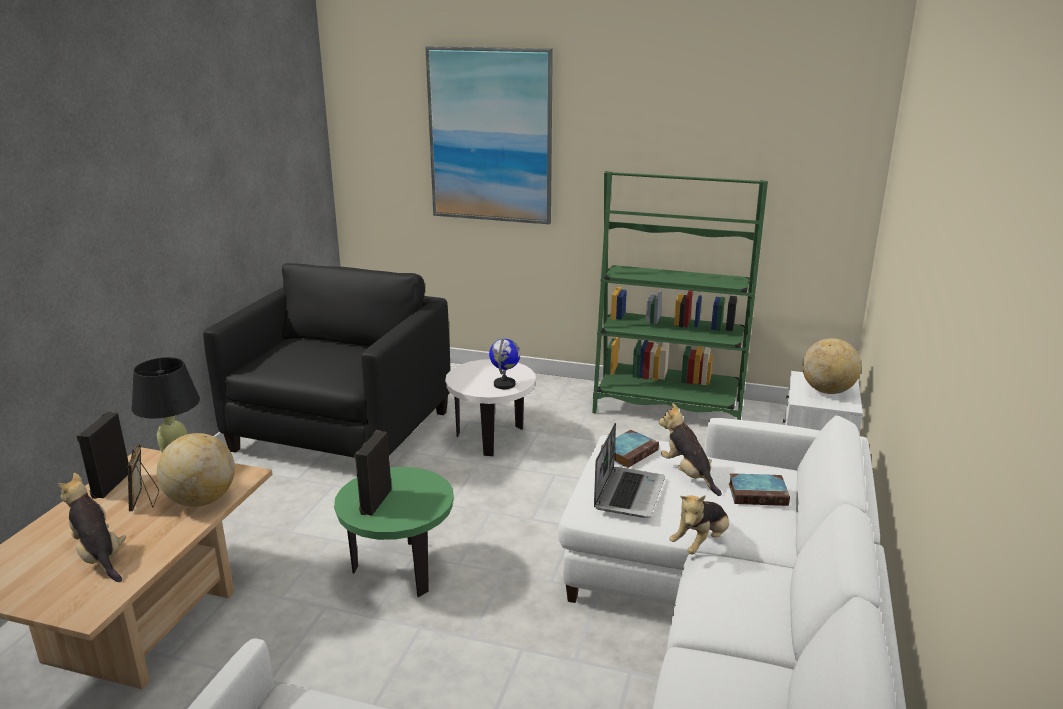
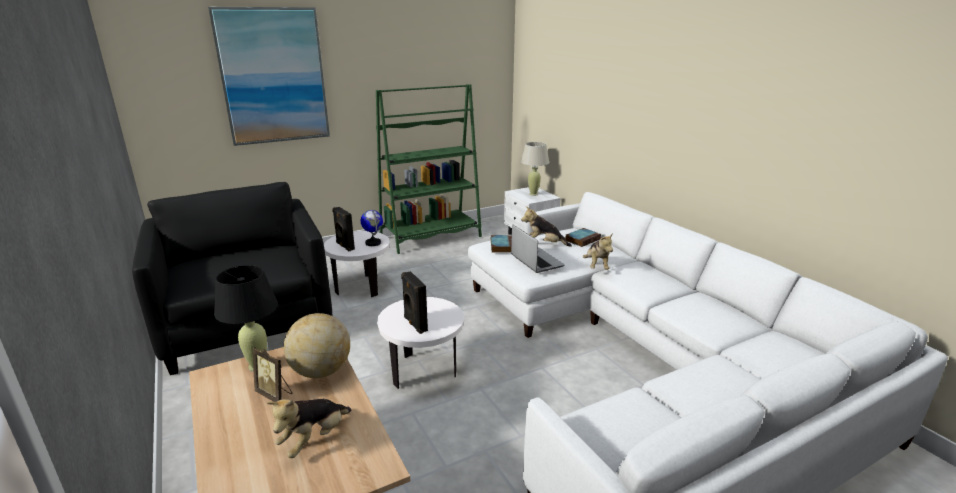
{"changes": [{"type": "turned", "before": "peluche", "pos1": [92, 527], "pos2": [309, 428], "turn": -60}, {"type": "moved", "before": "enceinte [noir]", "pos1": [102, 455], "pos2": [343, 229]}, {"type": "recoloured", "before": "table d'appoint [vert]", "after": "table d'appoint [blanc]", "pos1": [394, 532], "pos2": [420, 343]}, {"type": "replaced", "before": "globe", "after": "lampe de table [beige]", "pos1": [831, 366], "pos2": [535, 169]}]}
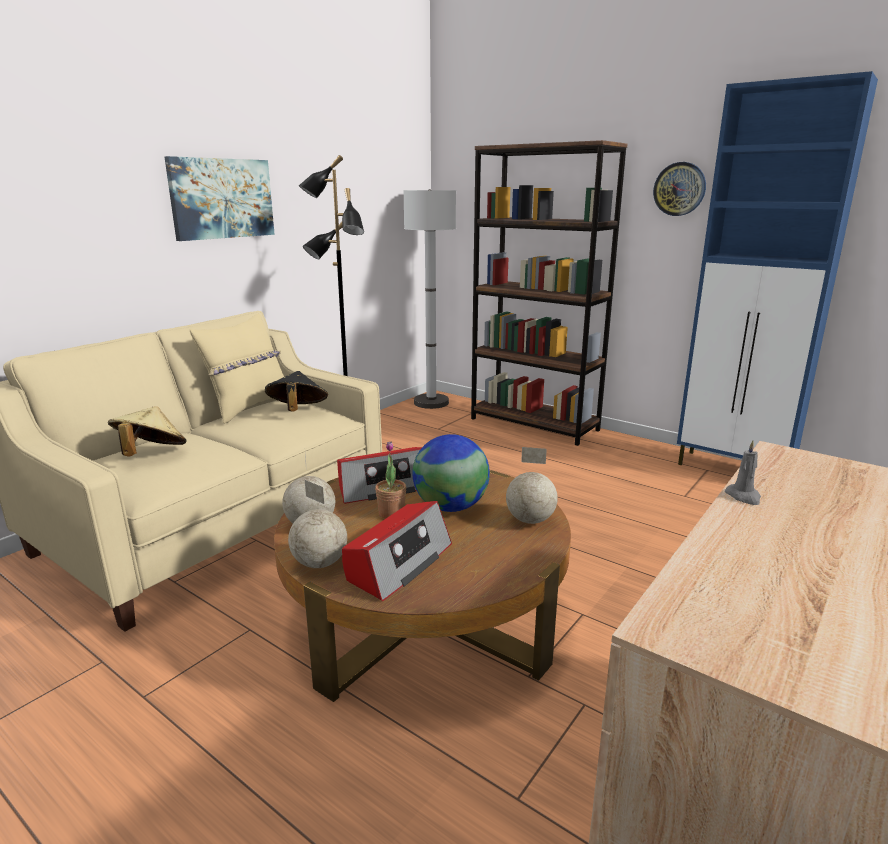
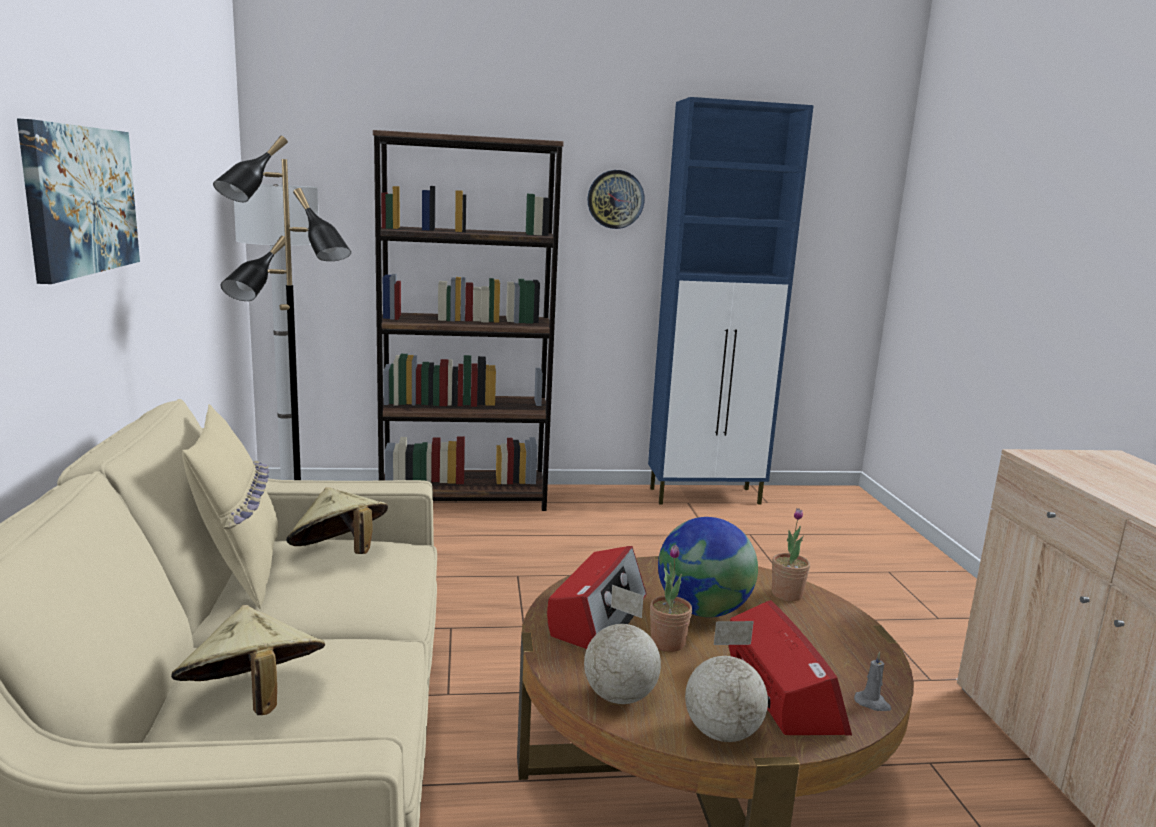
{"changes": [{"type": "recoloured", "before": "chapeau [noir]", "after": "chapeau [beige]", "pos1": [296, 391], "pos2": [337, 520]}, {"type": "replaced", "before": "globe", "after": "plante en pot", "pos1": [532, 485], "pos2": [791, 554]}, {"type": "moved", "before": "bougie [gris]", "pos1": [743, 472], "pos2": [872, 681]}]}
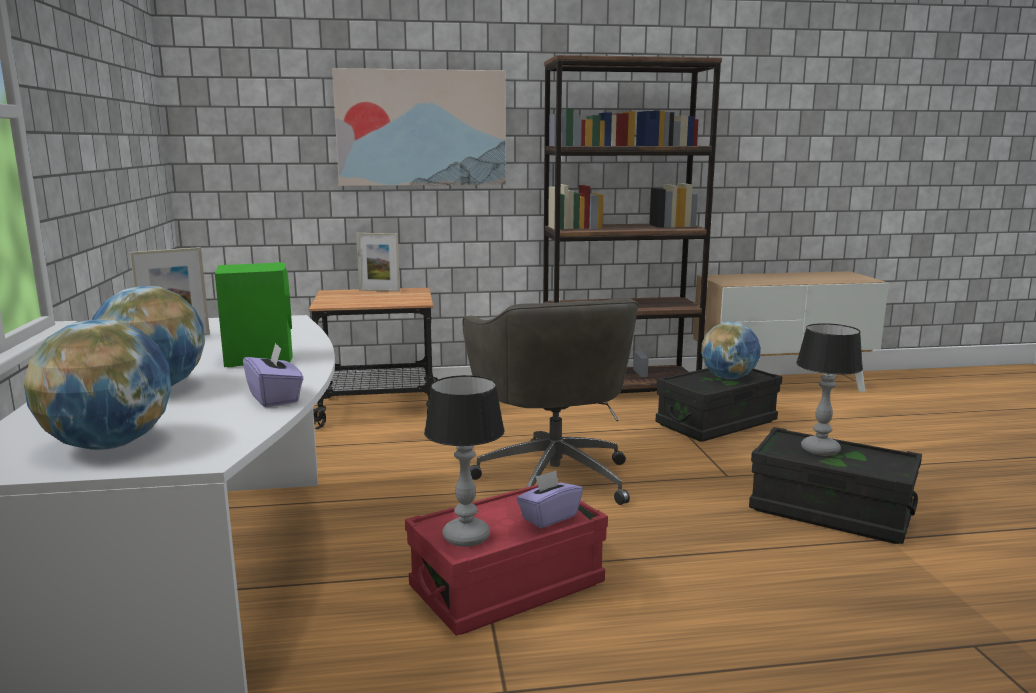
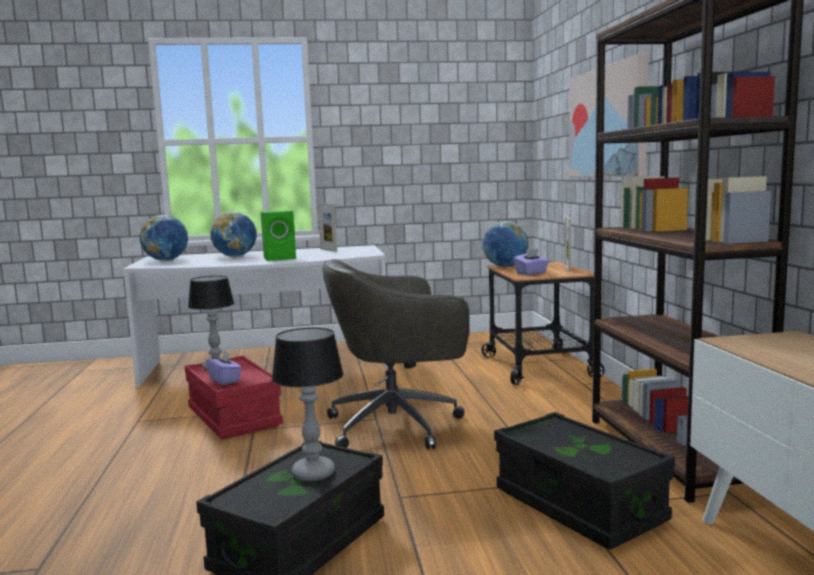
{"changes": [{"type": "moved", "before": "boîte à mouchoirs [violet]", "pos1": [273, 374], "pos2": [531, 262]}, {"type": "moved", "before": "globe", "pos1": [731, 350], "pos2": [505, 244]}]}
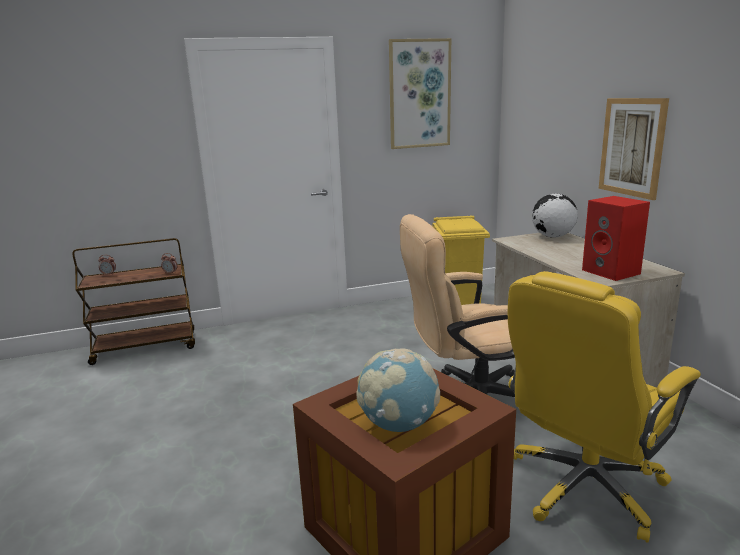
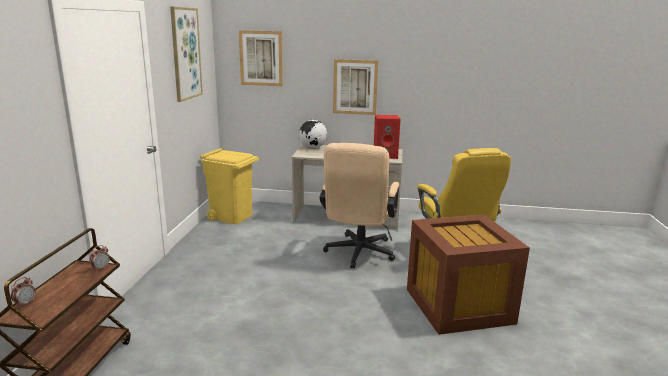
{"changes": [{"type": "removed", "before": "globe", "pos1": [398, 390]}, {"type": "added", "after": "tableau", "pos2": [261, 58]}]}
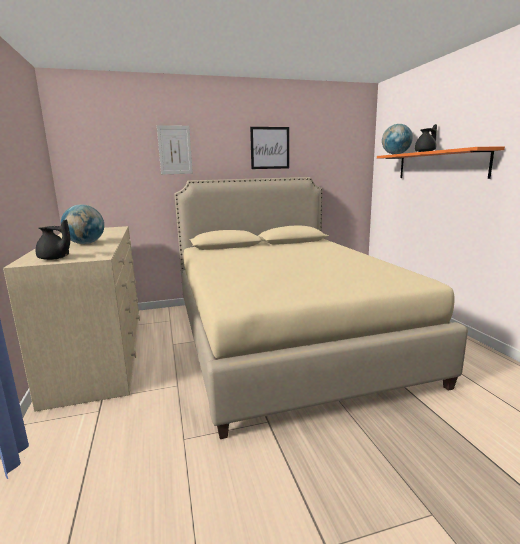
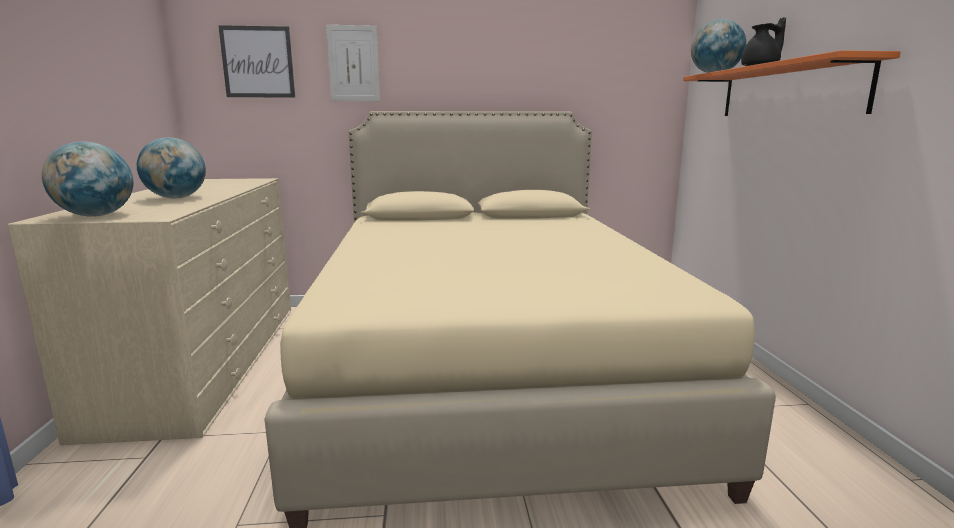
{"changes": [{"type": "replaced", "before": "théière [noir]", "after": "globe", "pos1": [52, 239], "pos2": [88, 179]}, {"type": "moved", "before": "tableau", "pos1": [269, 148], "pos2": [256, 61]}]}
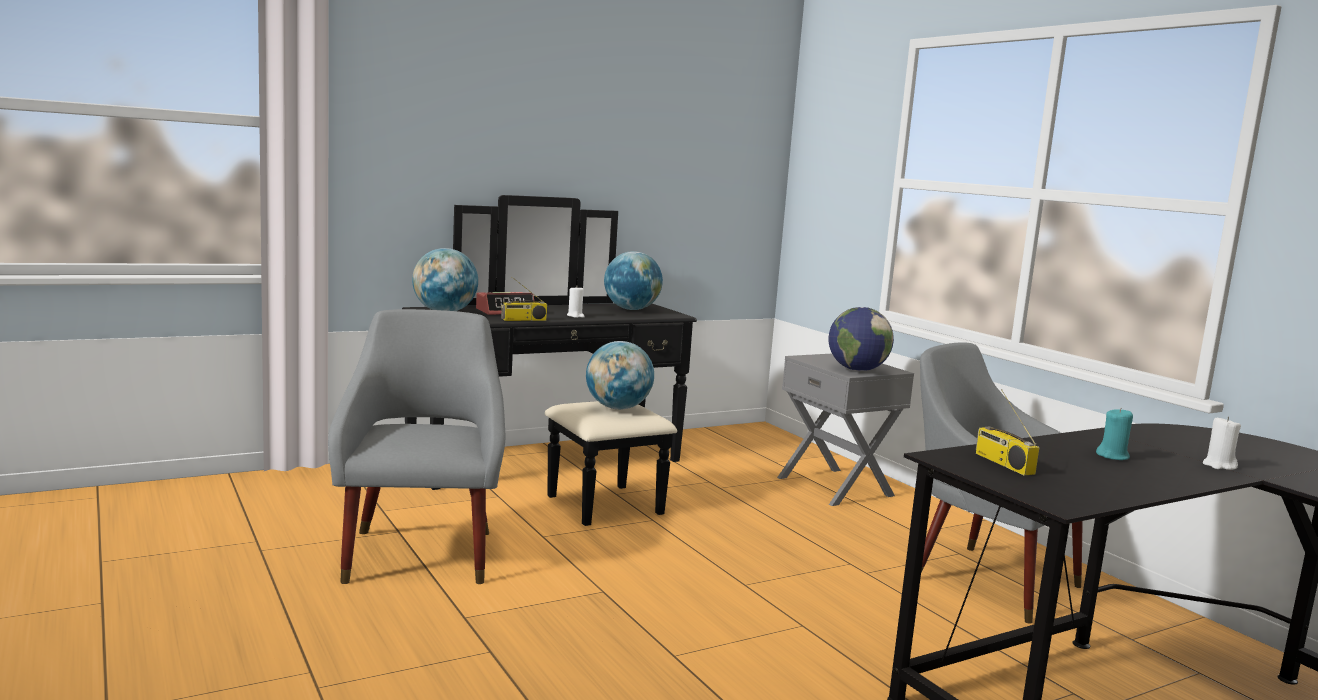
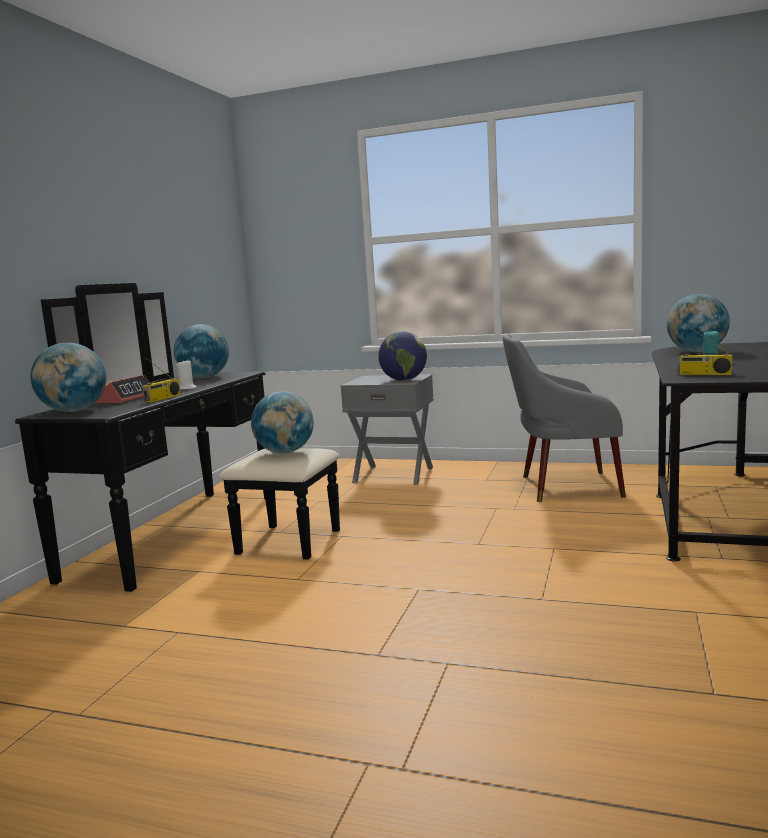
{"changes": [{"type": "removed", "before": "fauteuil [gris]", "pos1": [416, 446]}, {"type": "removed", "before": "bougie [blanc]", "pos1": [1222, 443]}, {"type": "added", "after": "globe", "pos2": [698, 323]}]}
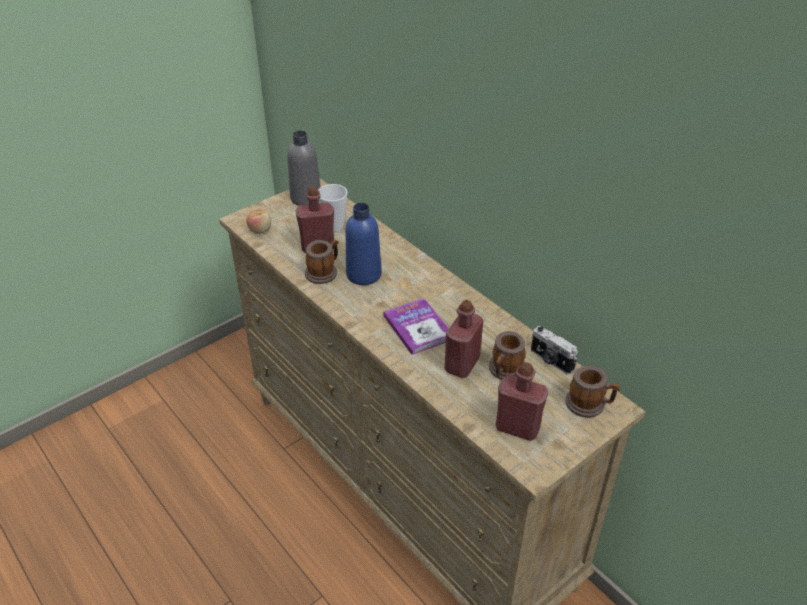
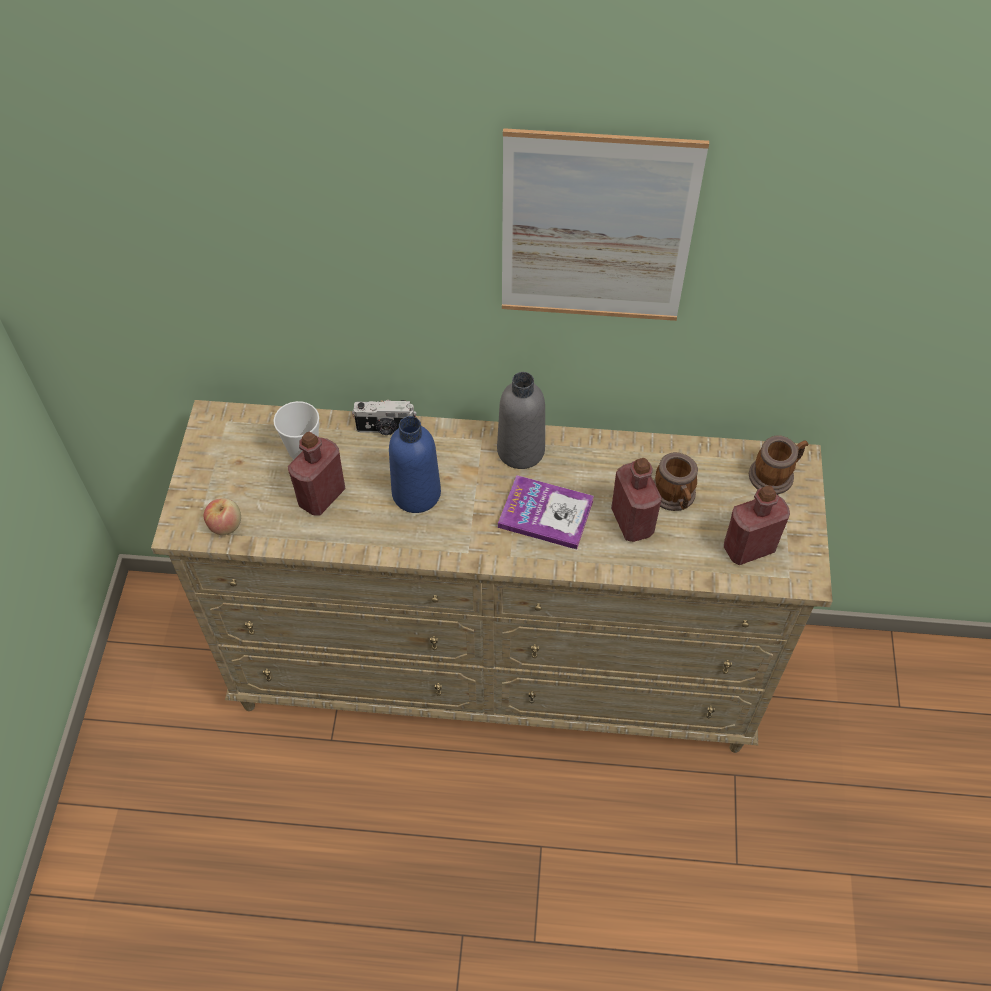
{"changes": [{"type": "moved", "before": "bouteille [gris]", "pos1": [304, 168], "pos2": [521, 420]}, {"type": "removed", "before": "mug", "pos1": [322, 262]}, {"type": "moved", "before": "appareil photo", "pos1": [554, 350], "pos2": [384, 417]}, {"type": "added", "after": "tableau", "pos2": [605, 224]}]}
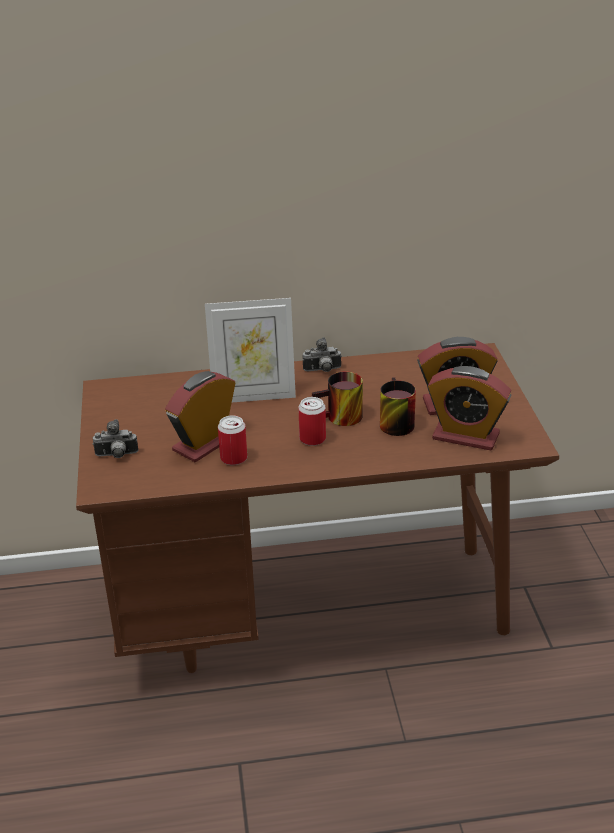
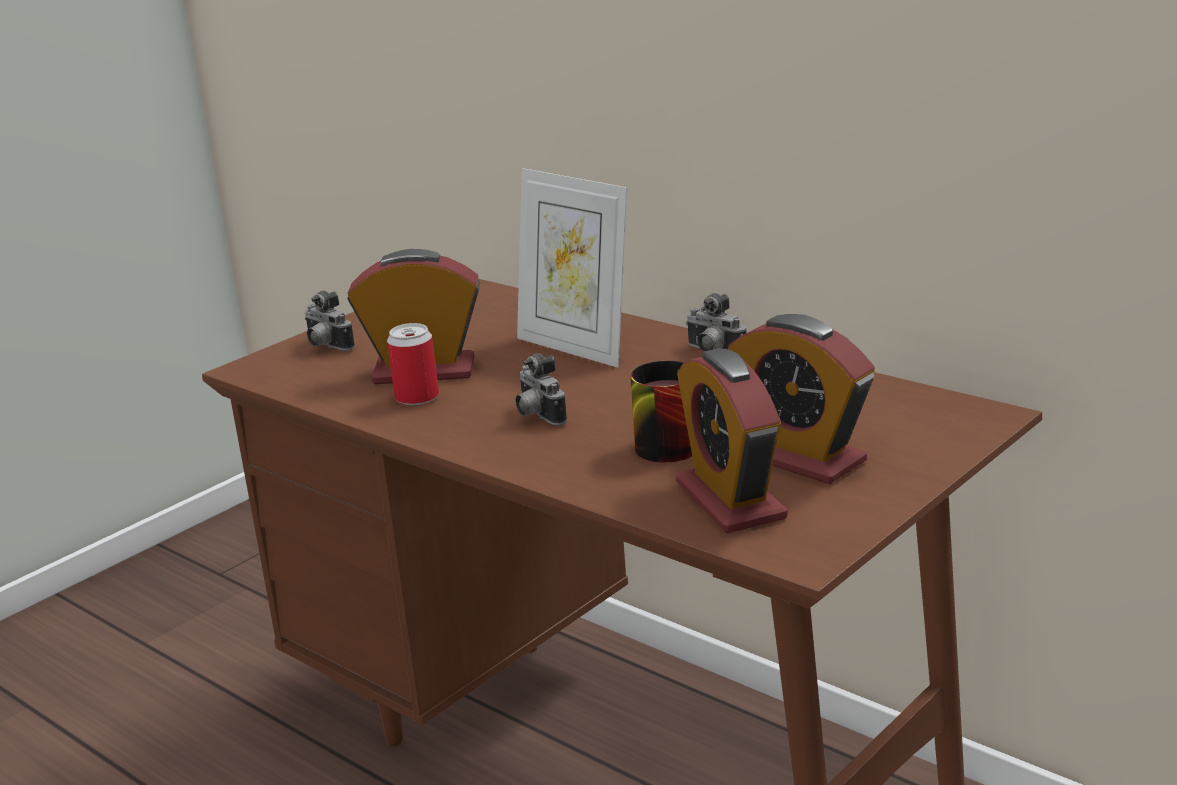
{"changes": [{"type": "replaced", "before": "boîte métallique", "after": "appareil photo", "pos1": [312, 421], "pos2": [541, 389]}, {"type": "removed", "before": "mug", "pos1": [337, 399]}]}
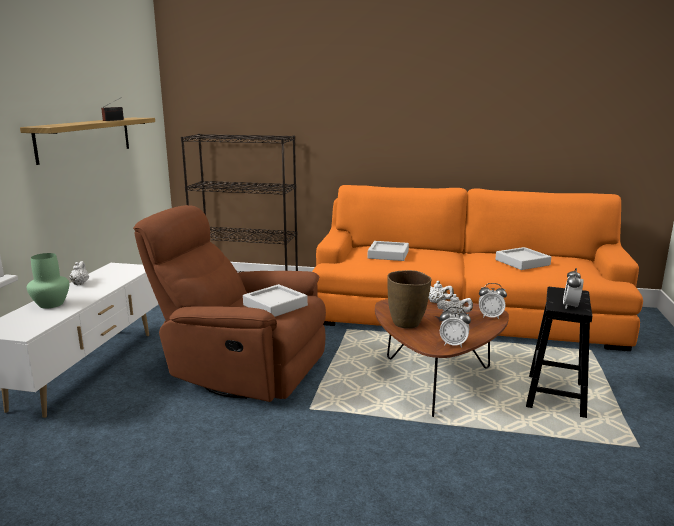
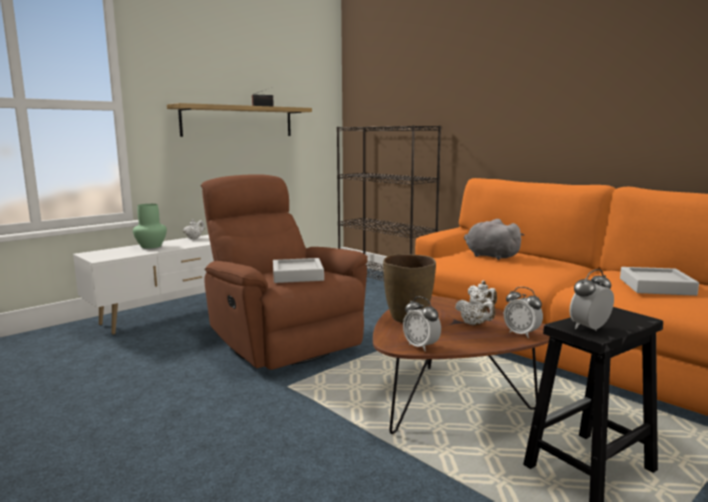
{"changes": [{"type": "replaced", "before": "plateau [gris]", "after": "peluche [gris]", "pos1": [388, 251], "pos2": [494, 239]}]}
